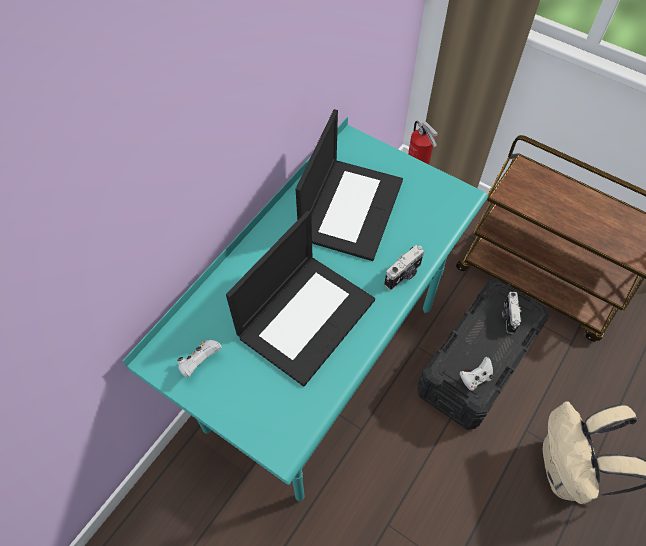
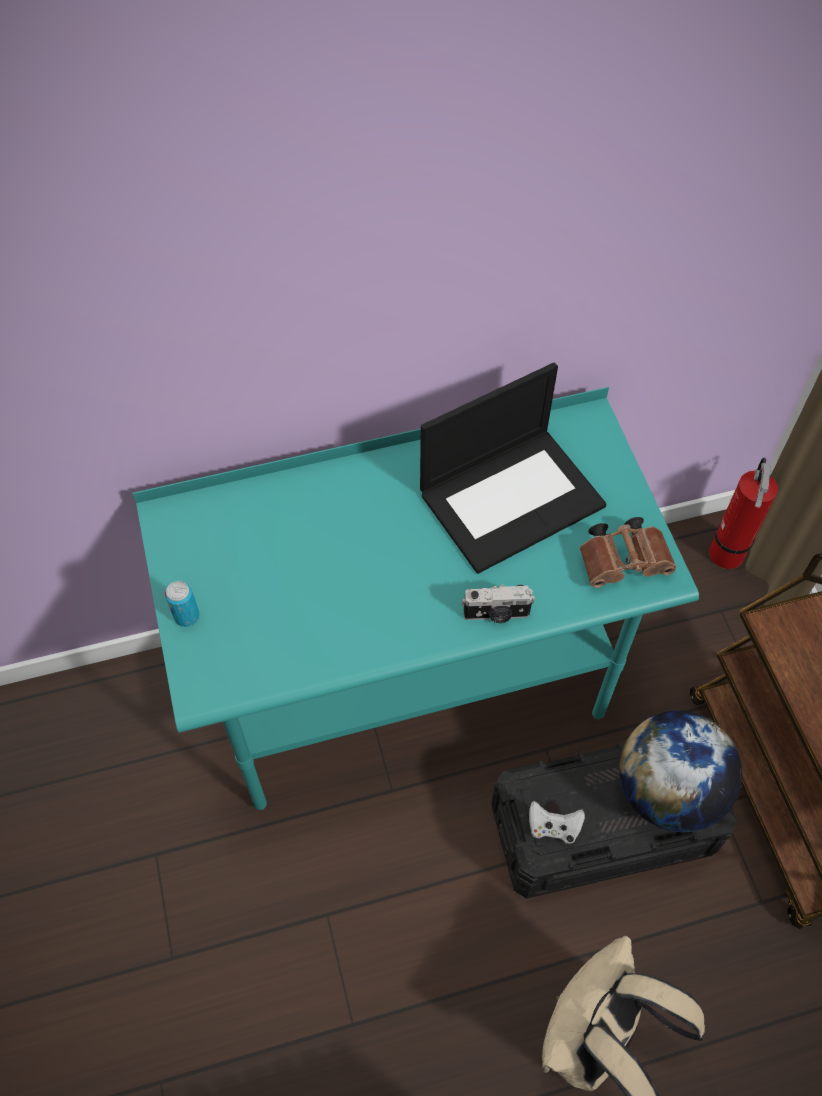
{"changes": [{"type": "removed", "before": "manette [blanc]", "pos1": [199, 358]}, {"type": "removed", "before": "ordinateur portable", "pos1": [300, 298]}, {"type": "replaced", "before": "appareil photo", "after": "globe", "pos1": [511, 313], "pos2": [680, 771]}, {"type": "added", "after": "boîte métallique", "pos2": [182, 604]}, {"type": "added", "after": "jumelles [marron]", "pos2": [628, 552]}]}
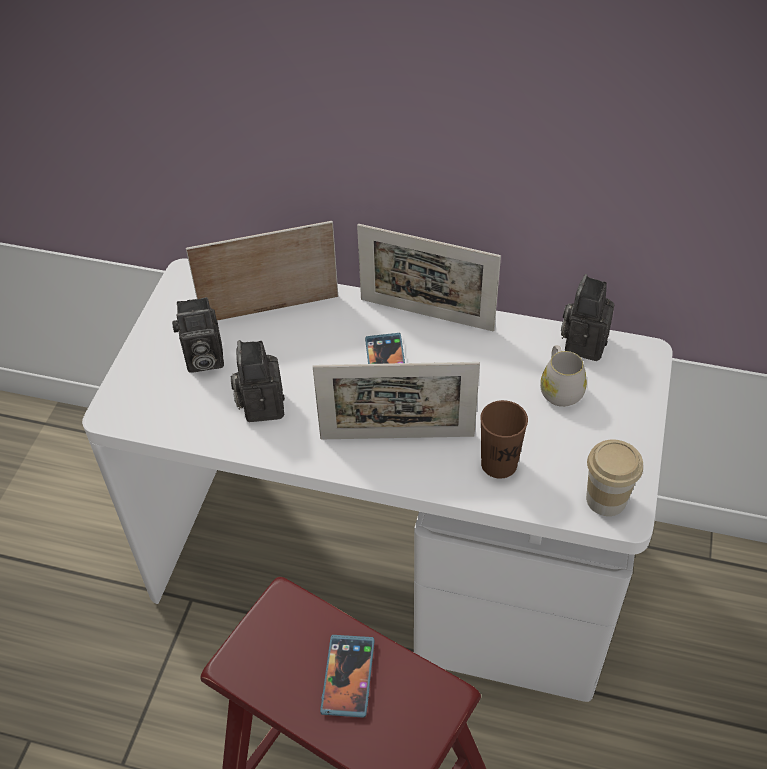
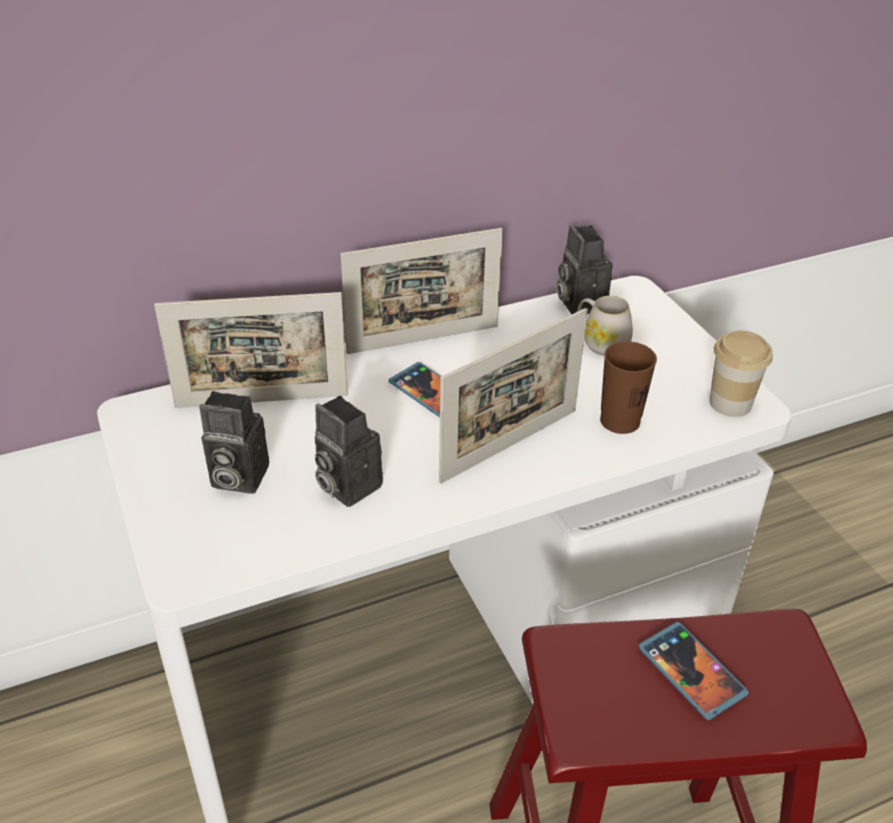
{"changes": [{"type": "turned", "before": "appareil photo", "pos1": [198, 335], "pos2": [234, 442], "turn": 60}, {"type": "turned", "before": "cadre photo", "pos1": [262, 271], "pos2": [251, 350], "turn": -135}]}
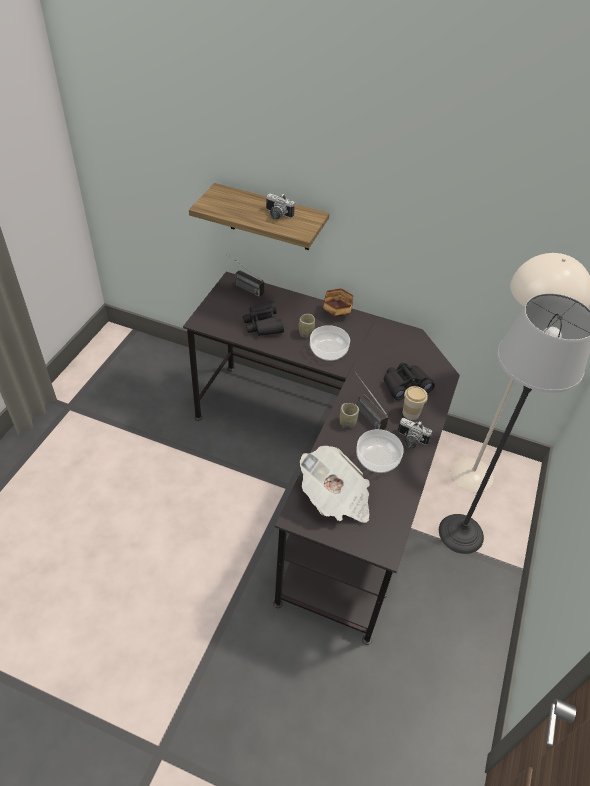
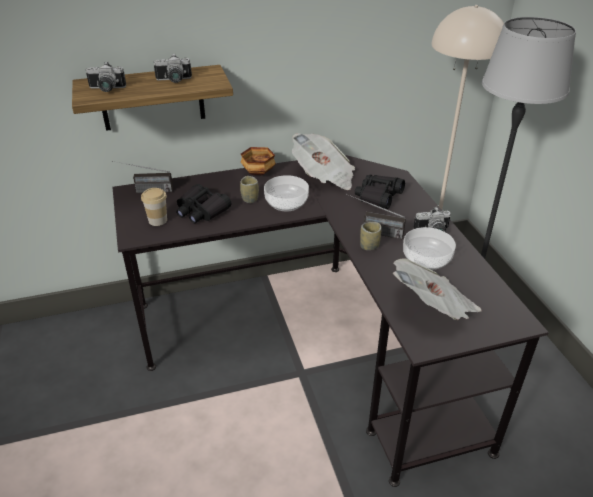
{"changes": [{"type": "moved", "before": "tasse", "pos1": [415, 403], "pos2": [154, 207]}, {"type": "added", "after": "appareil photo", "pos2": [106, 77]}, {"type": "added", "after": "journal", "pos2": [323, 161]}]}
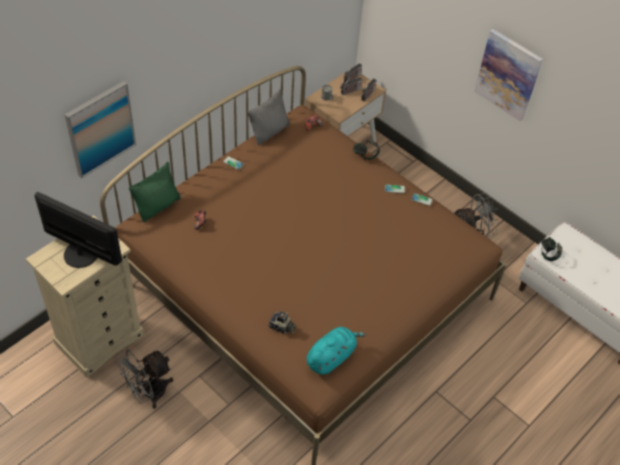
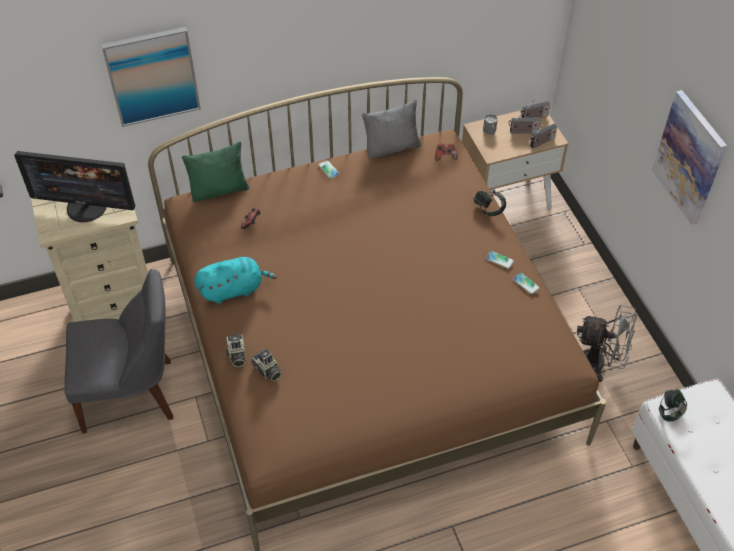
{"changes": [{"type": "turned", "before": "écran d'ordinateur", "pos1": [78, 230], "pos2": [74, 186], "turn": 135}, {"type": "replaced", "before": "ventilateur [gris]", "after": "chaise [gris]", "pos1": [144, 379], "pos2": [118, 351]}, {"type": "moved", "before": "peluche [turquoise]", "pos1": [336, 351], "pos2": [235, 280]}, {"type": "added", "after": "appareil photo", "pos2": [236, 350]}]}
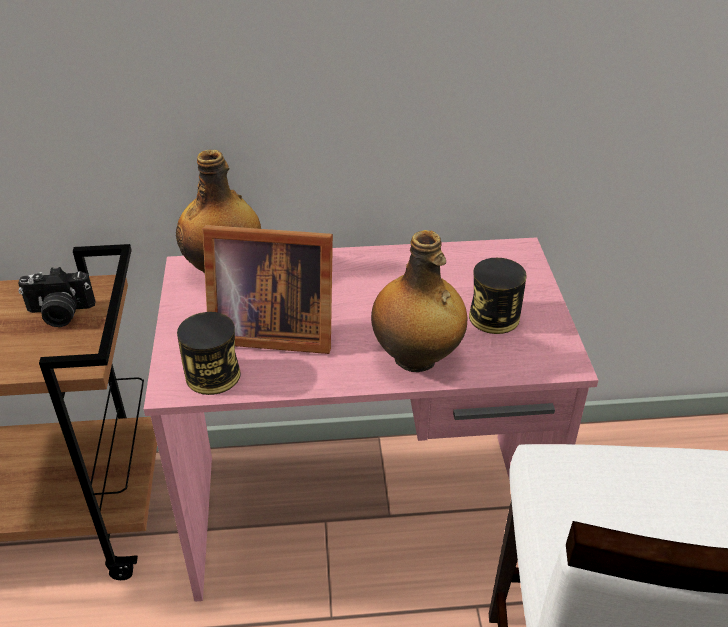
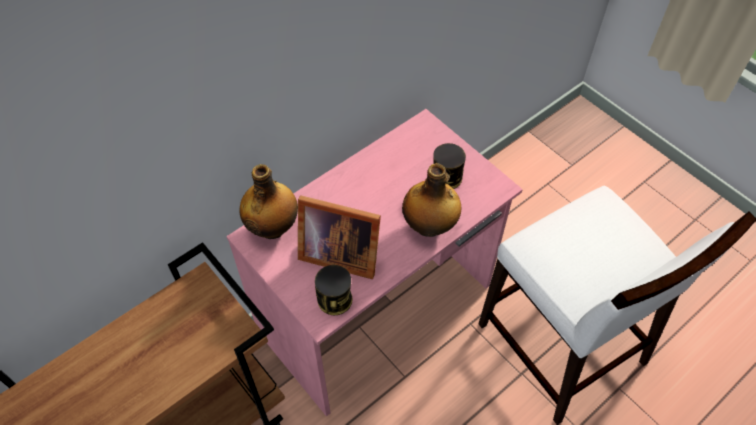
{"changes": [{"type": "removed", "before": "appareil photo", "pos1": [57, 297]}, {"type": "turned", "before": "cadre photo", "pos1": [268, 289], "pos2": [339, 237], "turn": 45}]}
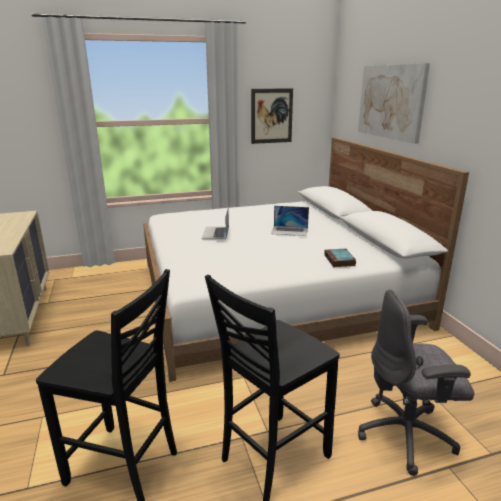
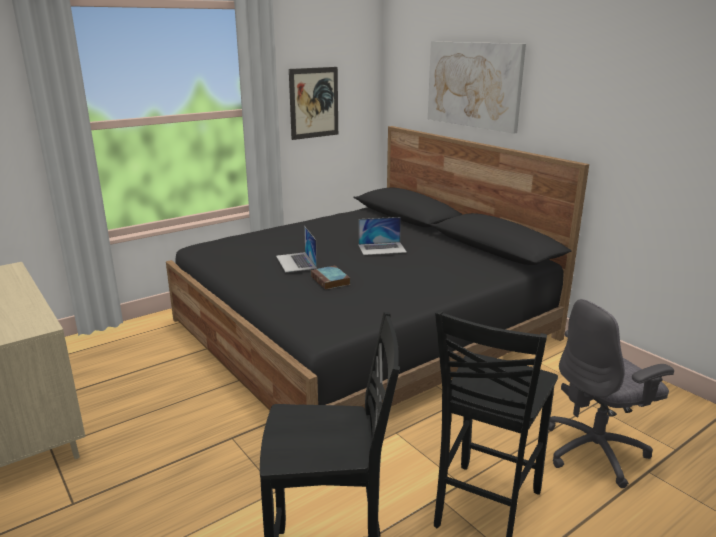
{"changes": [{"type": "recoloured", "before": "lit [blanc]", "after": "lit [noir]", "pos1": [306, 259], "pos2": [377, 268]}, {"type": "moved", "before": "livre", "pos1": [340, 258], "pos2": [330, 278]}]}
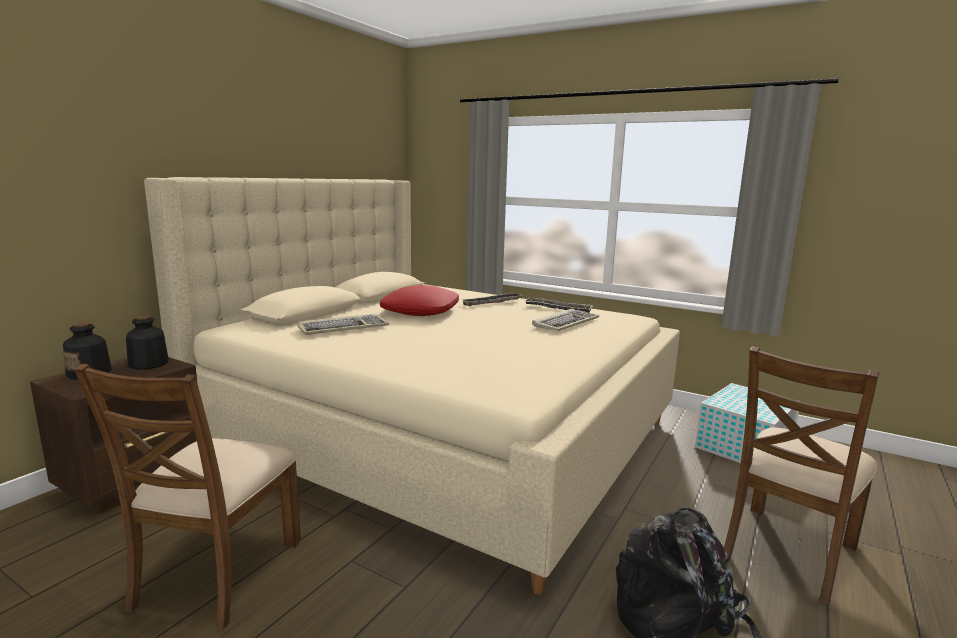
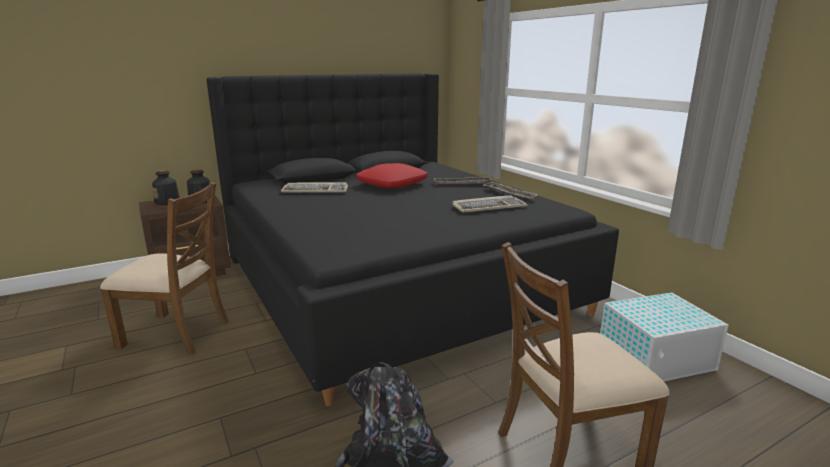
{"changes": [{"type": "turned", "before": "chaise [marron]", "pos1": [187, 497], "pos2": [164, 268], "turn": -120}, {"type": "recoloured", "before": "lit [beige]", "after": "lit [noir]", "pos1": [412, 386], "pos2": [413, 239]}]}
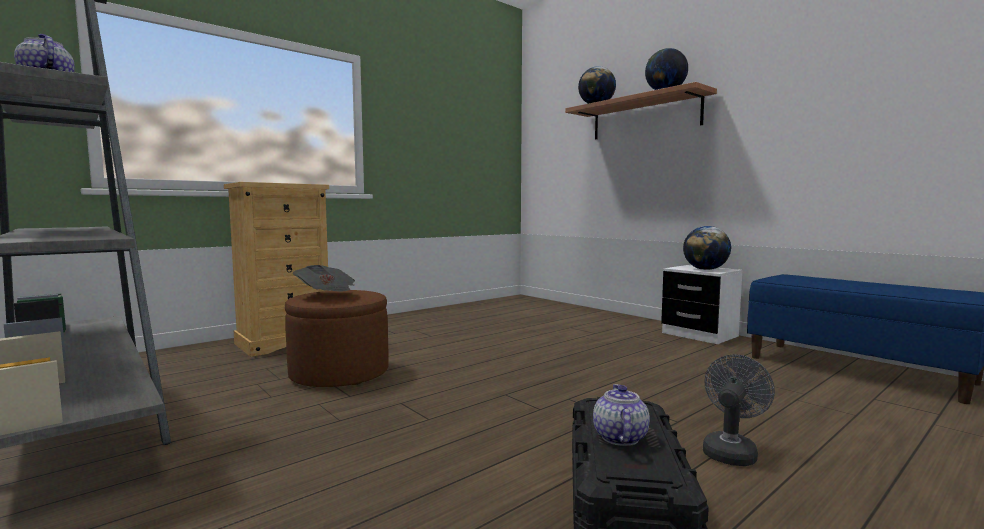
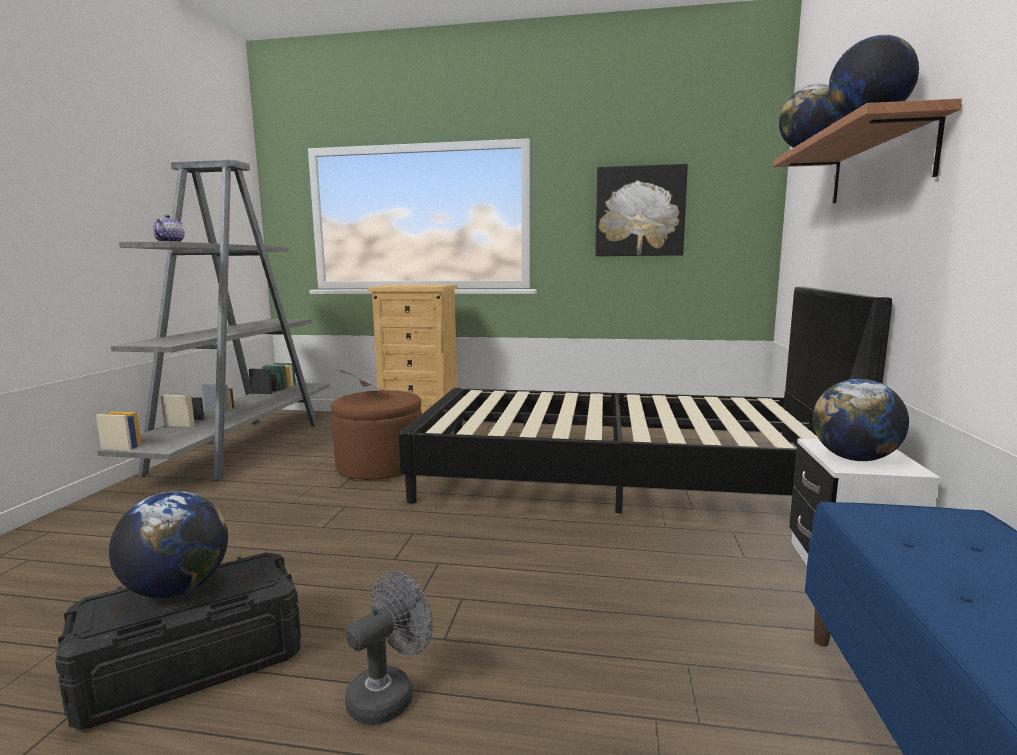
{"changes": [{"type": "replaced", "before": "théière", "after": "globe", "pos1": [621, 415], "pos2": [168, 544]}, {"type": "turned", "before": "ventilateur [gris]", "pos1": [739, 410], "pos2": [389, 648], "turn": -45}, {"type": "added", "after": "lit [noir]", "pos2": [645, 399]}, {"type": "added", "after": "tableau", "pos2": [641, 210]}]}
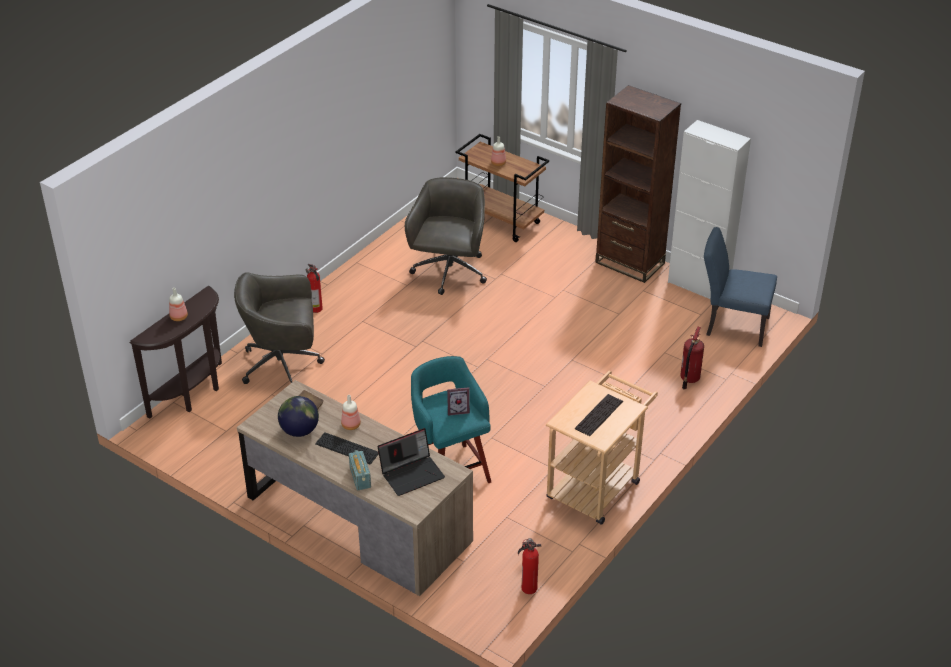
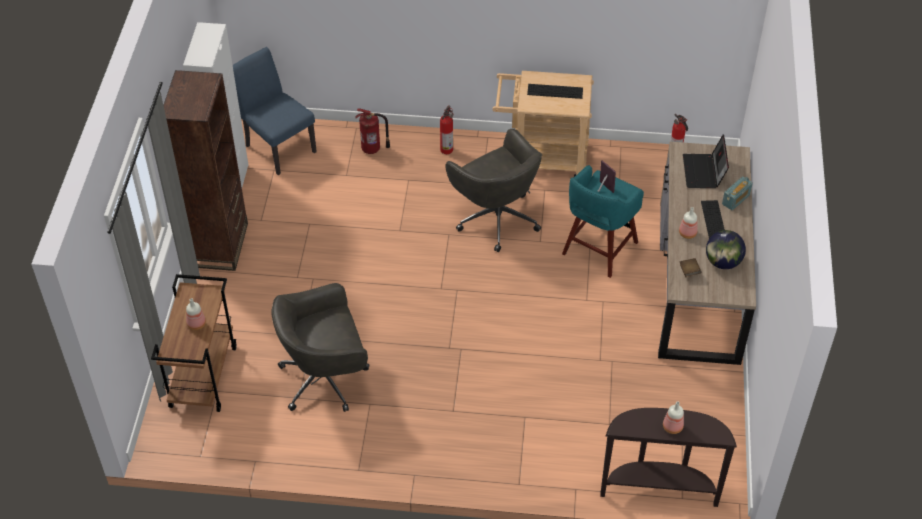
{"changes": [{"type": "moved", "before": "chaise de bureau [gris]", "pos1": [279, 328], "pos2": [493, 190]}, {"type": "moved", "before": "extincteur", "pos1": [314, 288], "pos2": [446, 129]}, {"type": "turned", "before": "ordinateur portable", "pos1": [411, 462], "pos2": [706, 161], "turn": -120}, {"type": "turned", "before": "chaise [bleu]", "pos1": [740, 287], "pos2": [275, 111], "turn": 150}]}
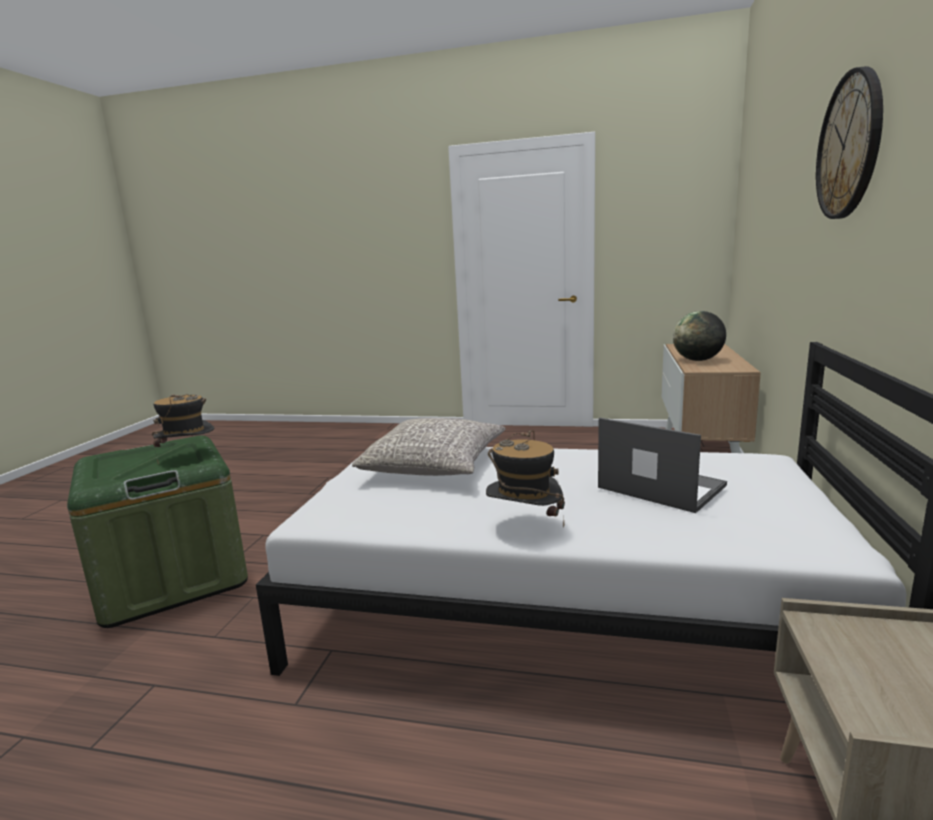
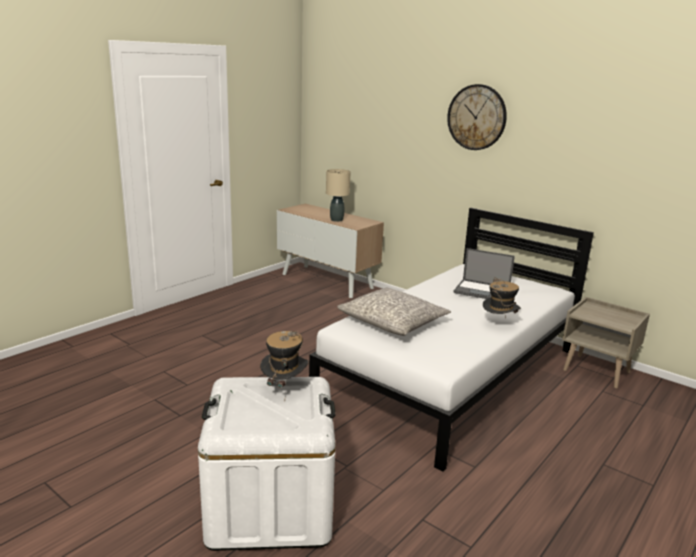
{"changes": [{"type": "recoloured", "before": "boîte de rangement [vert]", "after": "boîte de rangement [blanc]", "pos1": [157, 531], "pos2": [266, 464]}, {"type": "turned", "before": "ordinateur portable", "pos1": [662, 465], "pos2": [484, 273], "turn": -135}, {"type": "replaced", "before": "globe", "after": "lampe de table [beige]", "pos1": [699, 336], "pos2": [338, 195]}]}
